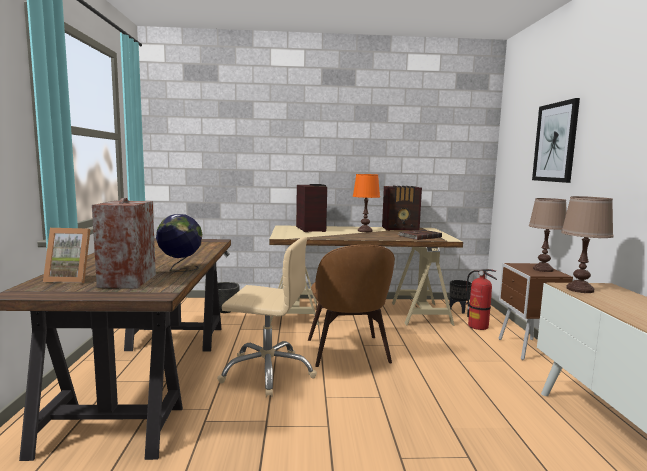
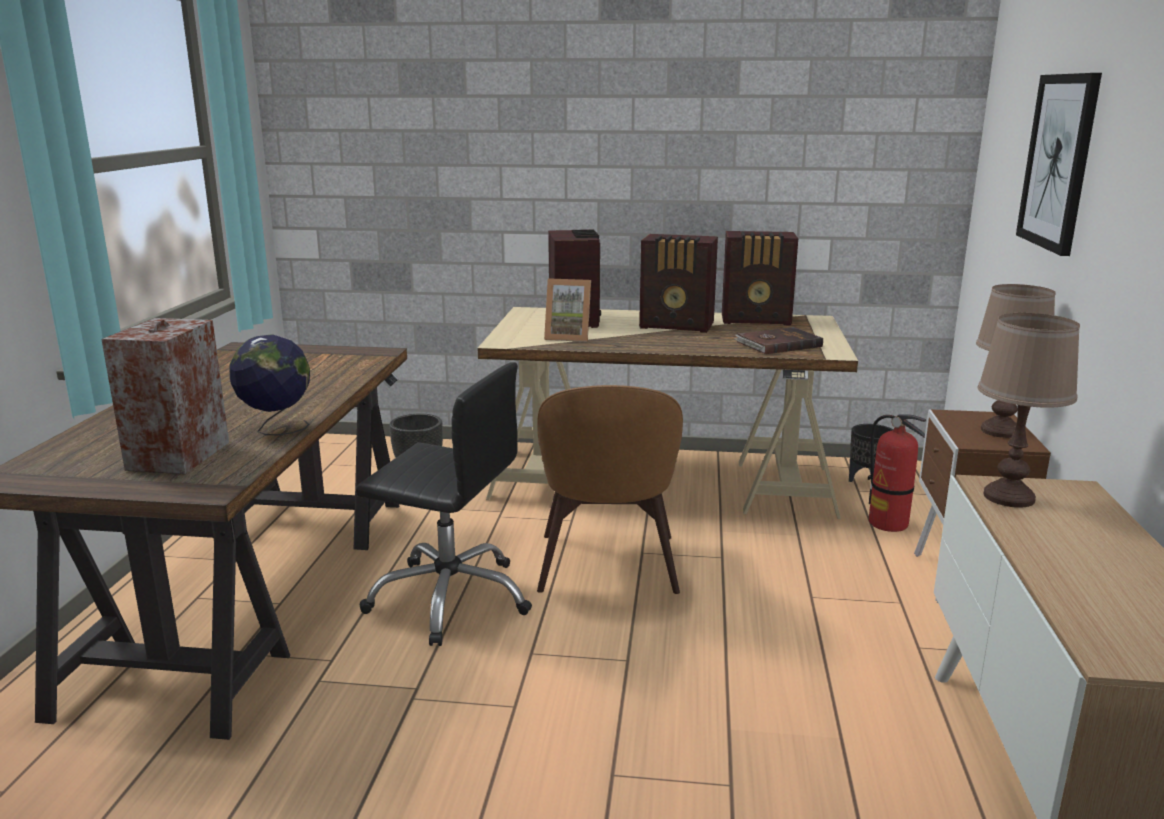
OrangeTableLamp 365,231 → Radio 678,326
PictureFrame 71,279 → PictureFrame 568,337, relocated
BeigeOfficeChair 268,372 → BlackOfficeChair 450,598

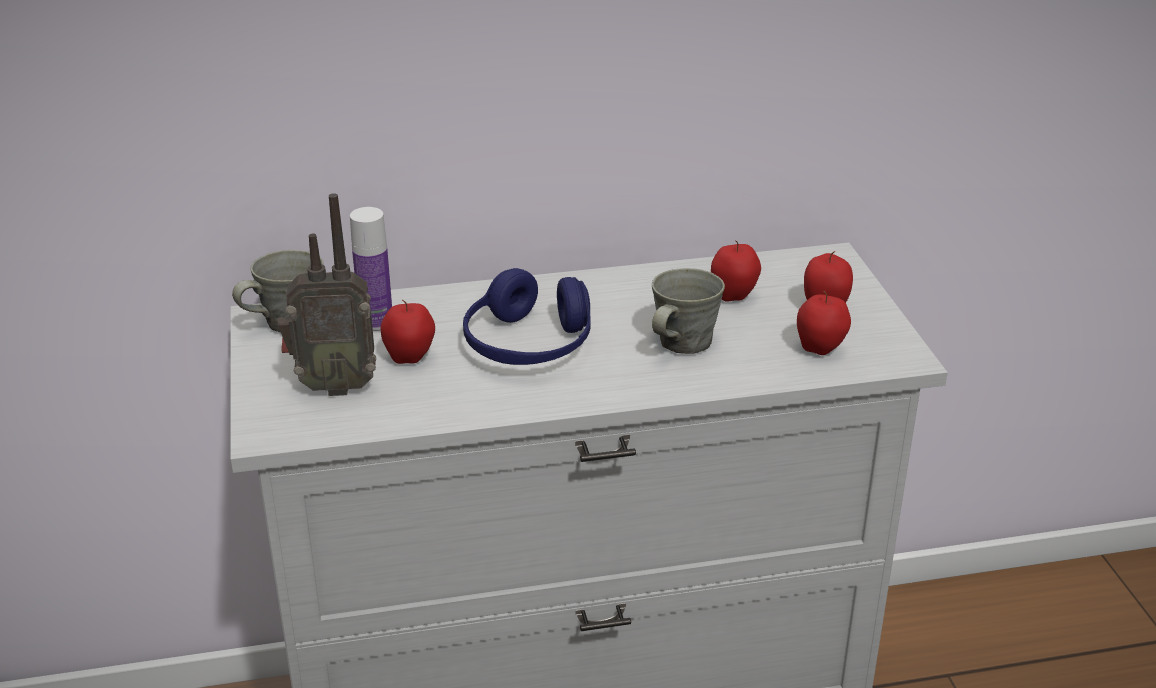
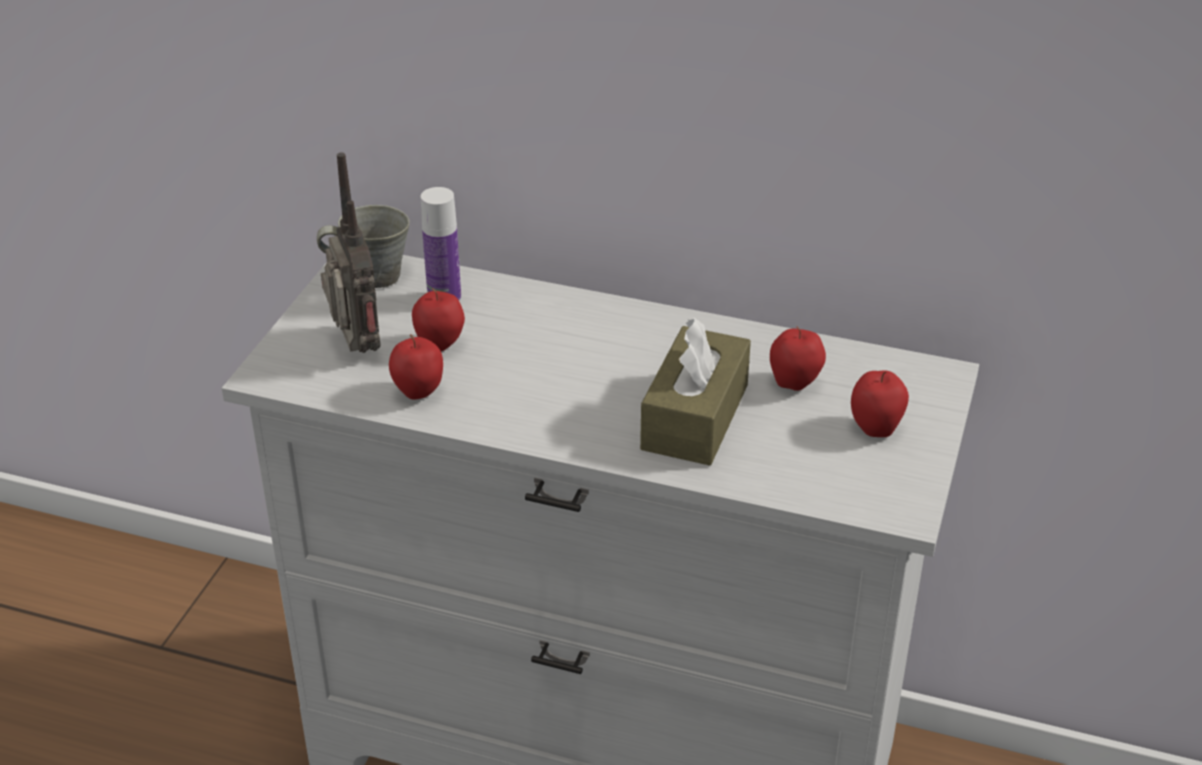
Radio 333,385 → Radio 356,349, 135 degrees counterclockwise
BlueHeadphones 529,345 → -
GreyMug 682,344 → BrownTissueBox 695,417
Apple 820,350 → Apple 418,394, relocated

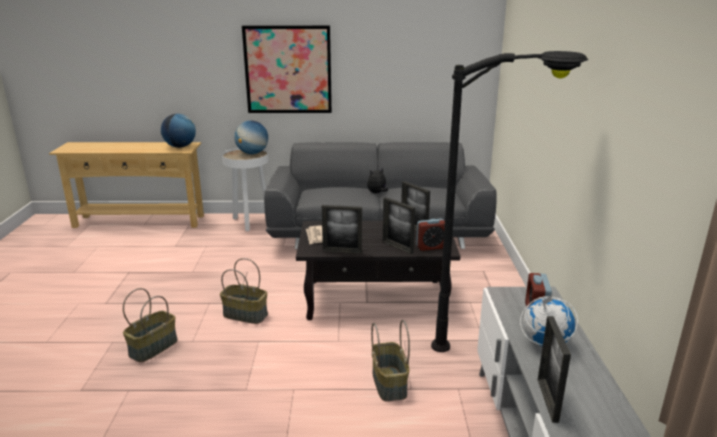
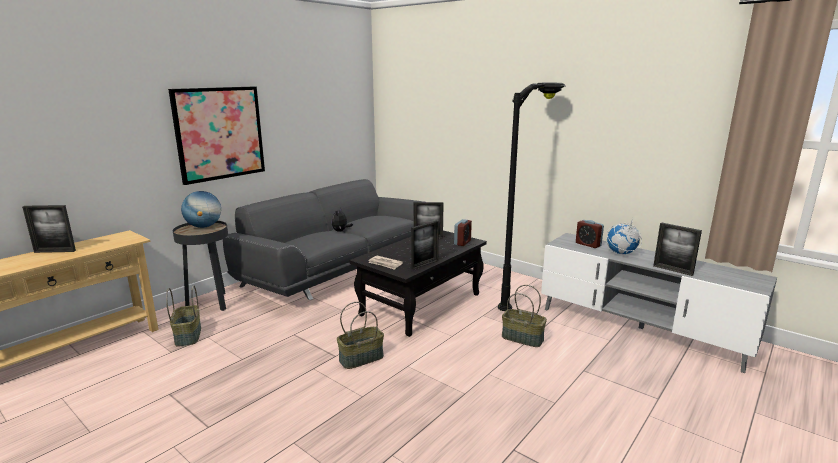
Globe 180,147 → -
WhiteSideTable 250,223 → BlackSideTable 211,303
PictureFrame 397,247 → PictureFrame 55,251, relocated
Basket 153,347 → Basket 187,336, relocated

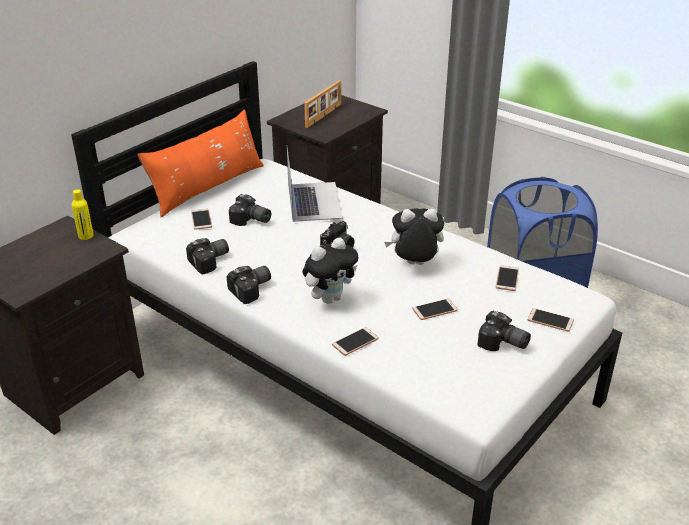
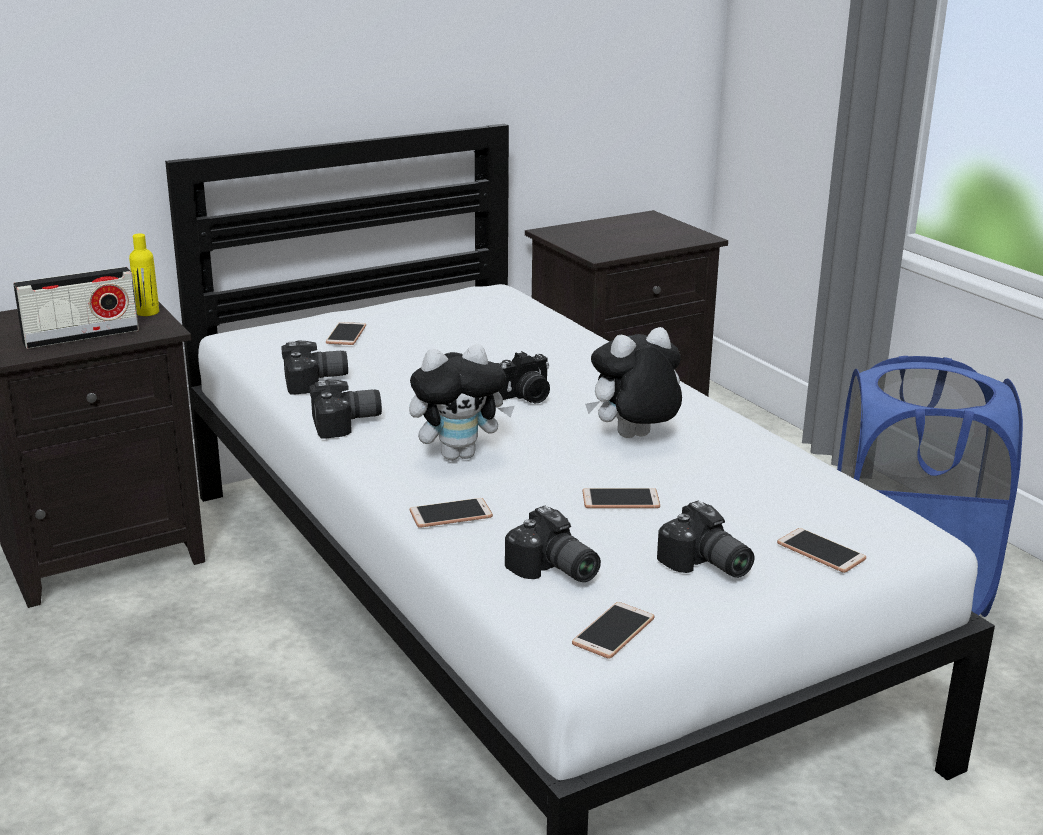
PictureFrame 324,116 → -
OrangePillow 208,188 → -
Laptop 314,201 → -
PhotoCamera 251,220 → PhotoCamera 553,571, relocated
PlushToy 414,265 → PlushToy 634,439, 45 degrees counterclockwise
Phone 507,279 → Phone 613,631, relocated
- → Radio 81,337

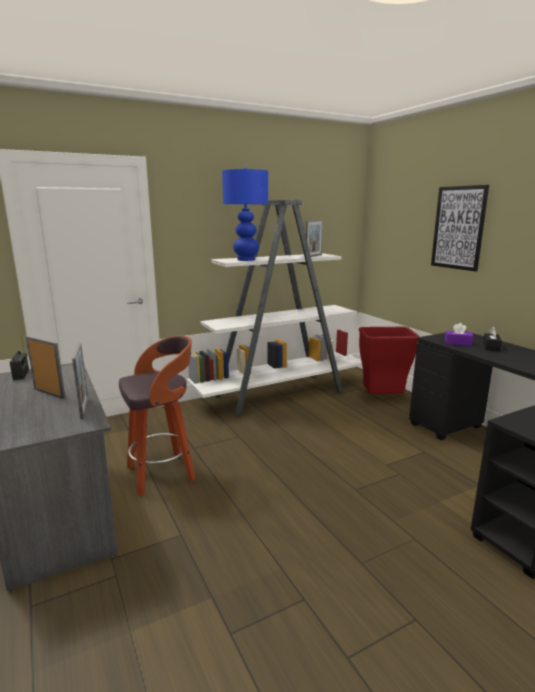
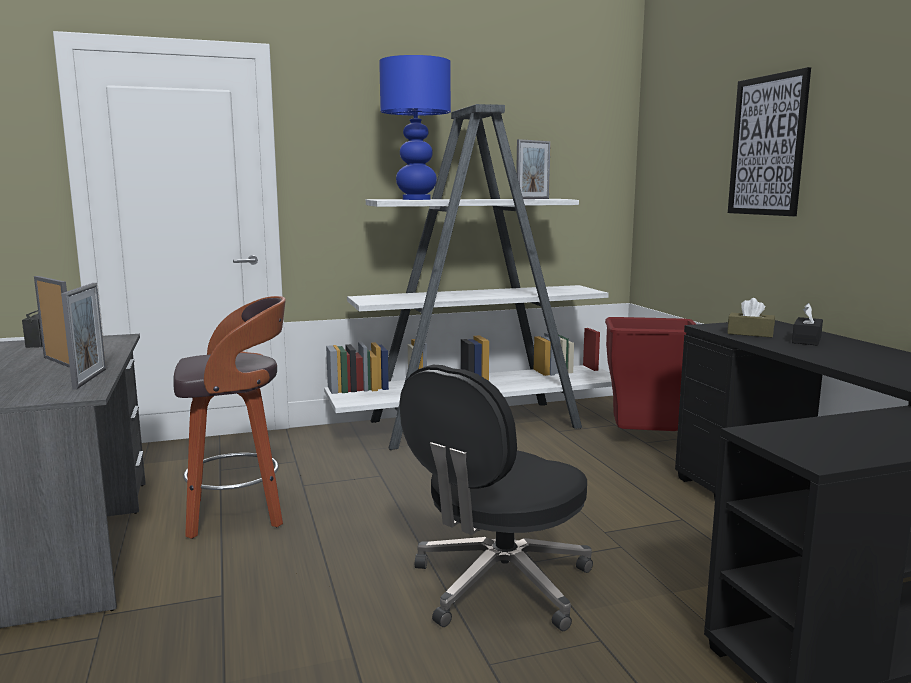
PurpleTissueBox 458,343 → BrownTissueBox 750,333
- → BlackOfficeChair 499,585

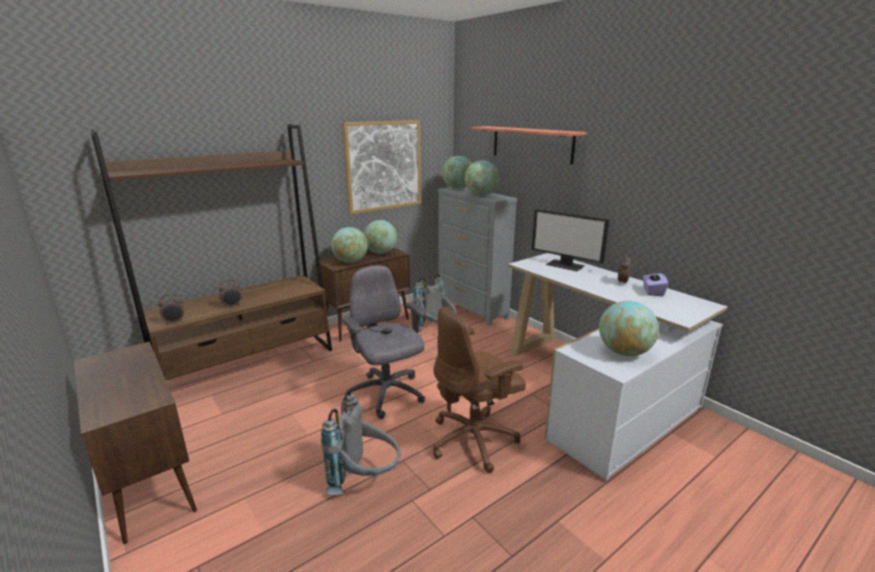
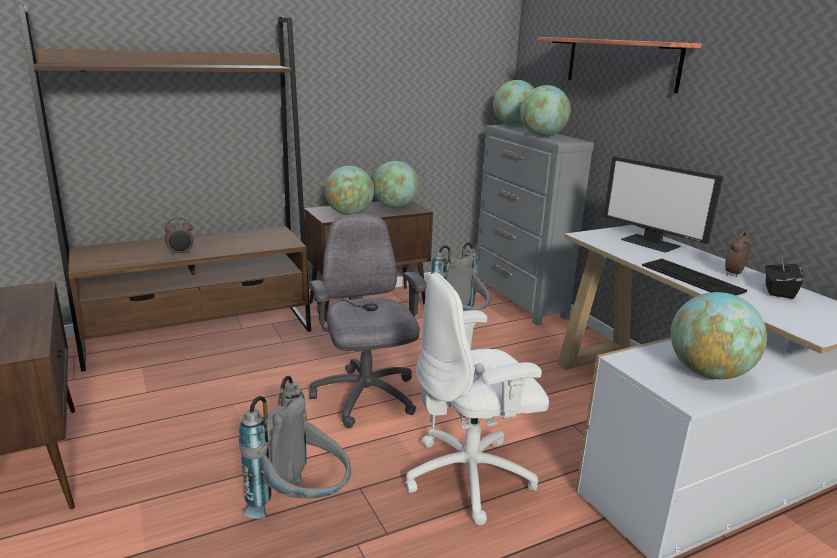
Picture 383,166 → -
PurpleTissueBox 652,291 → BlackTissueBox 778,291
AlarmClock 174,322 → -
BrownOfficeChair 474,440 → WhiteOfficeChair 471,476
- → Keyboard 693,278

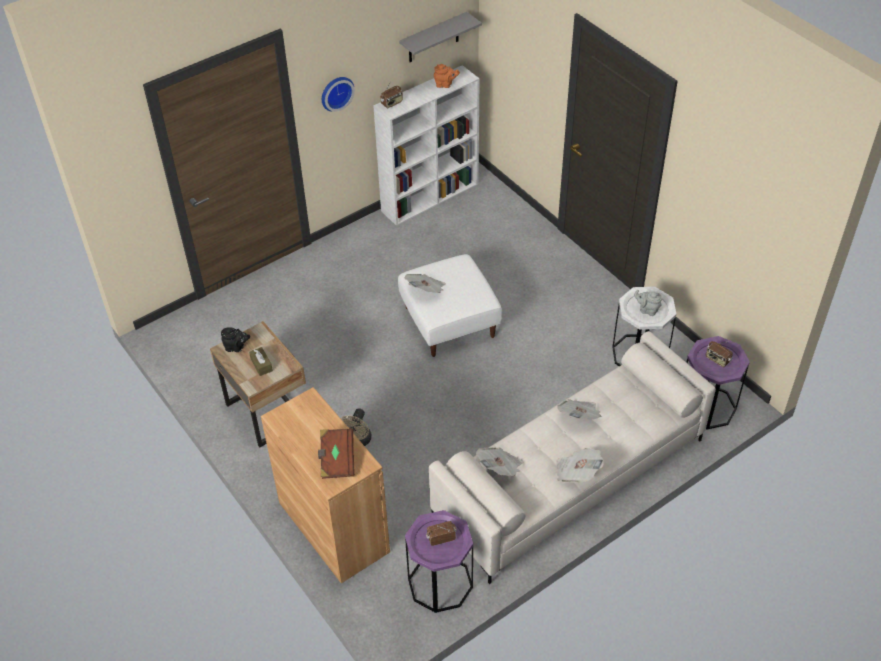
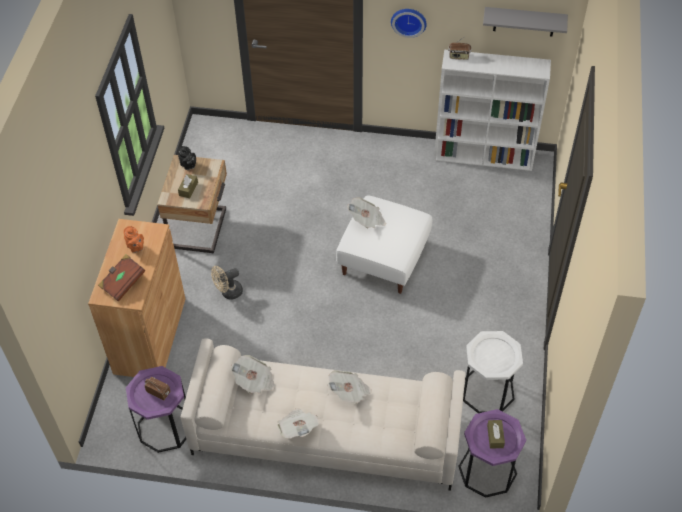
OrangeTeapot 445,85 → OrangeTeapot 136,247, relocated
GreyTeapot 647,310 → -
Radio 717,360 → BrownTissueBox 495,436

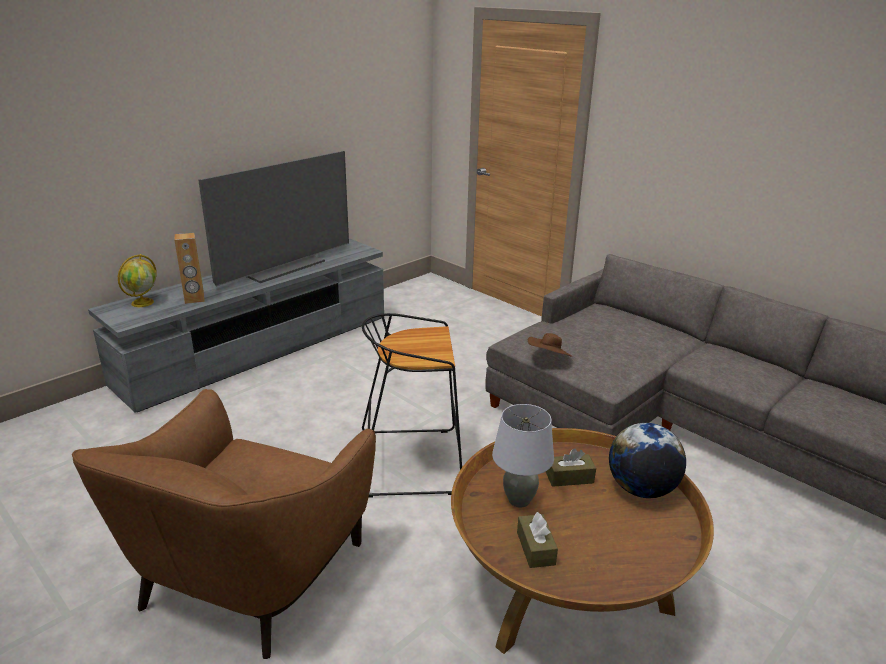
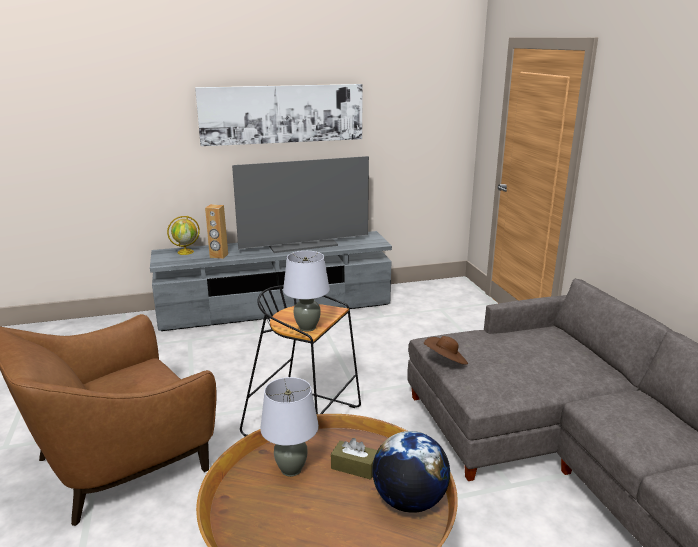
BrownTissueBox 535,548 → -
- → Picture 282,114
- → GreyTableLamp 307,327

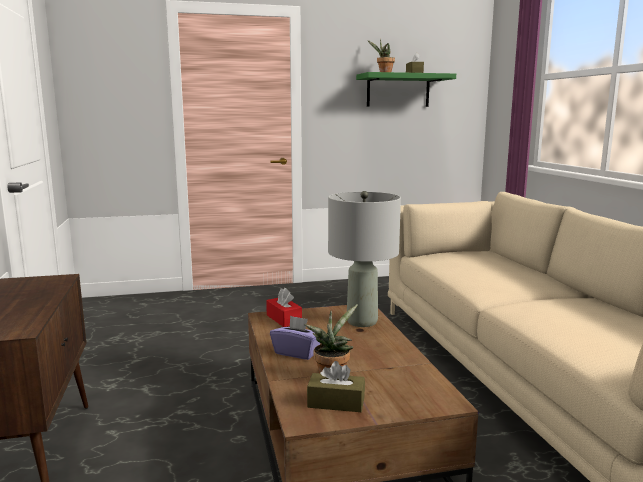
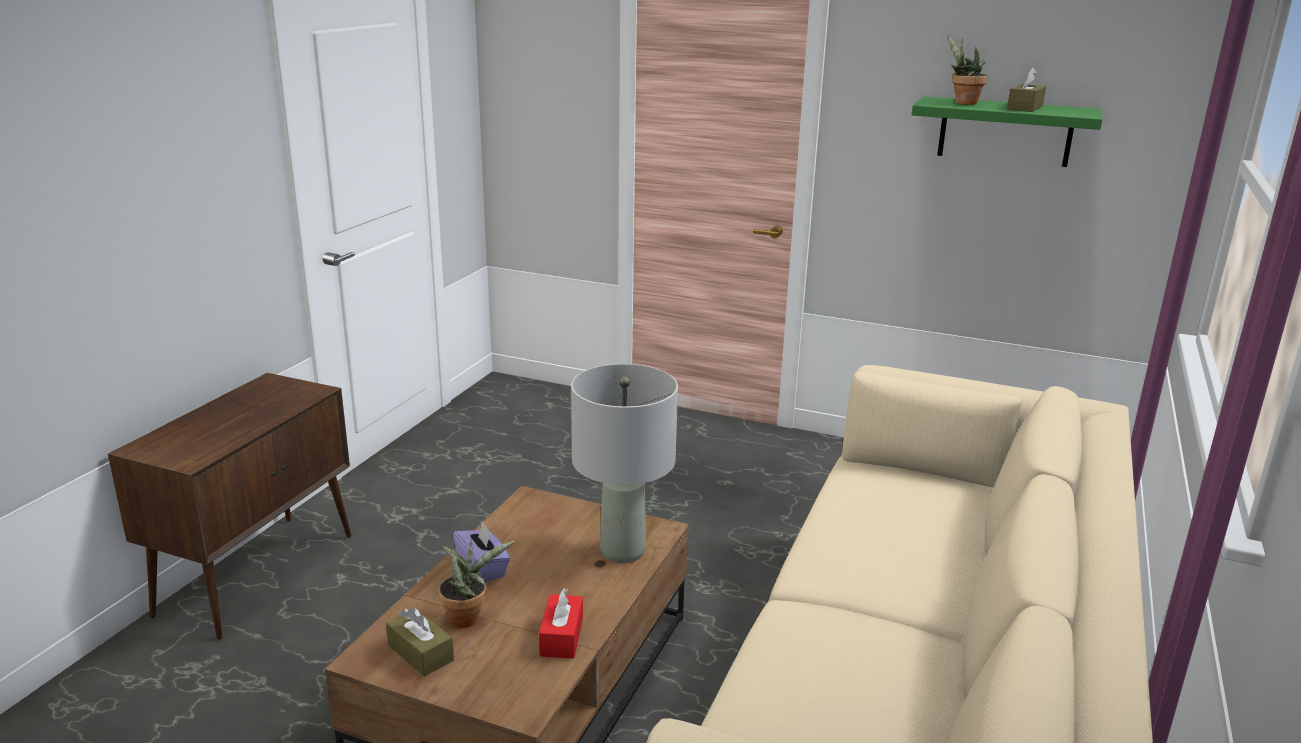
RedTissueBox 284,319 → RedTissueBox 561,637, relocated

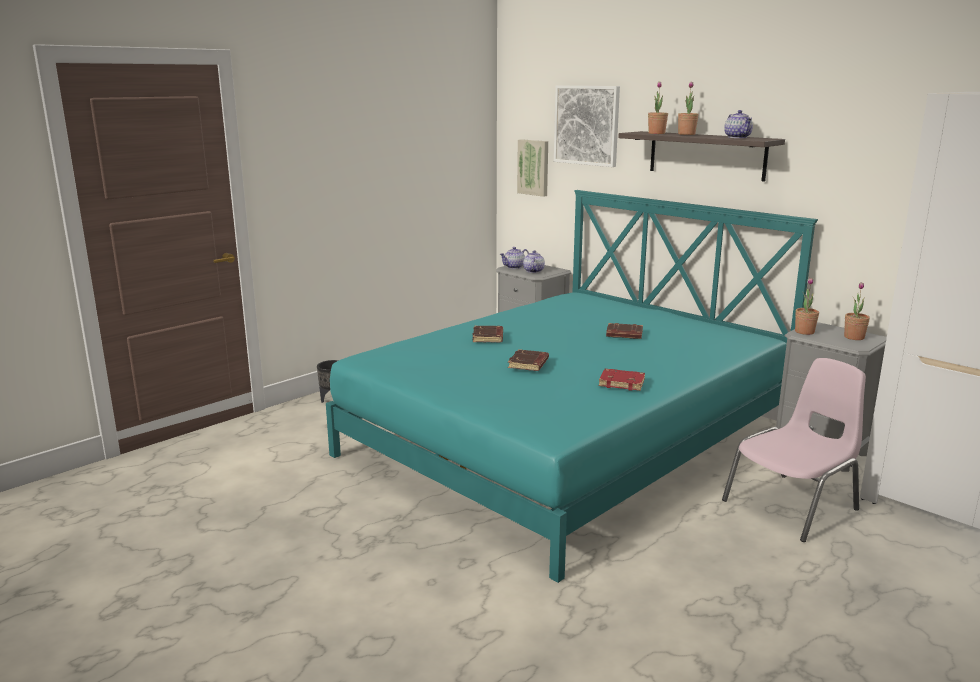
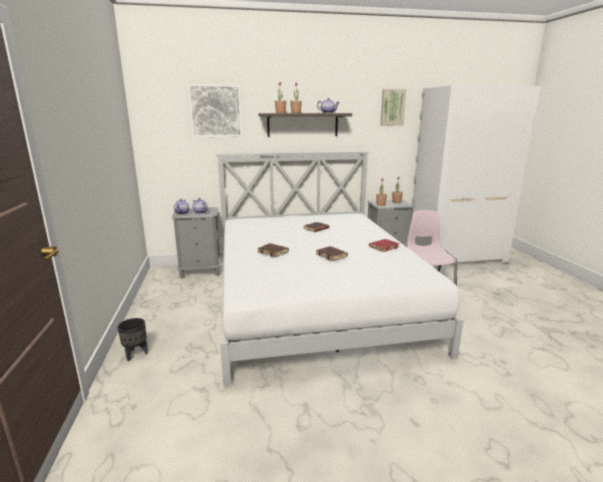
Picture 534,167 → Picture 392,107, relocated
TurquoiseBed 566,441 → WhiteBed 313,300

